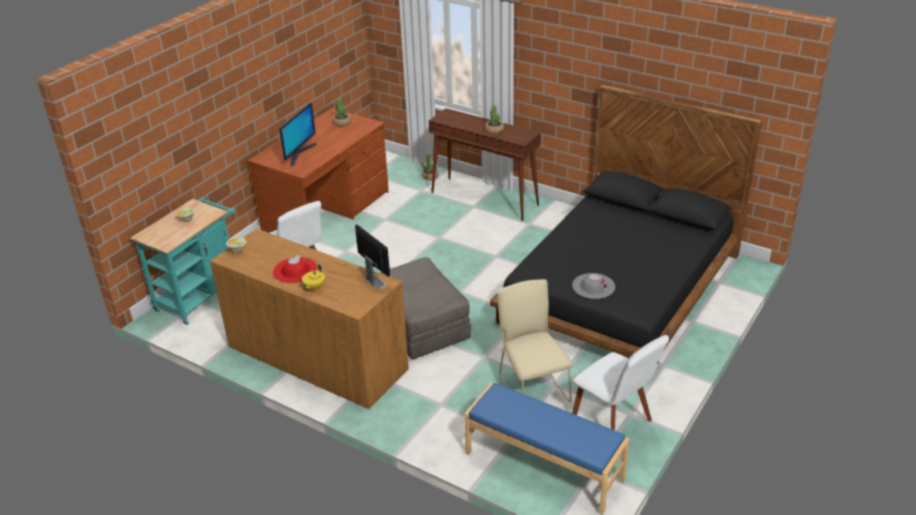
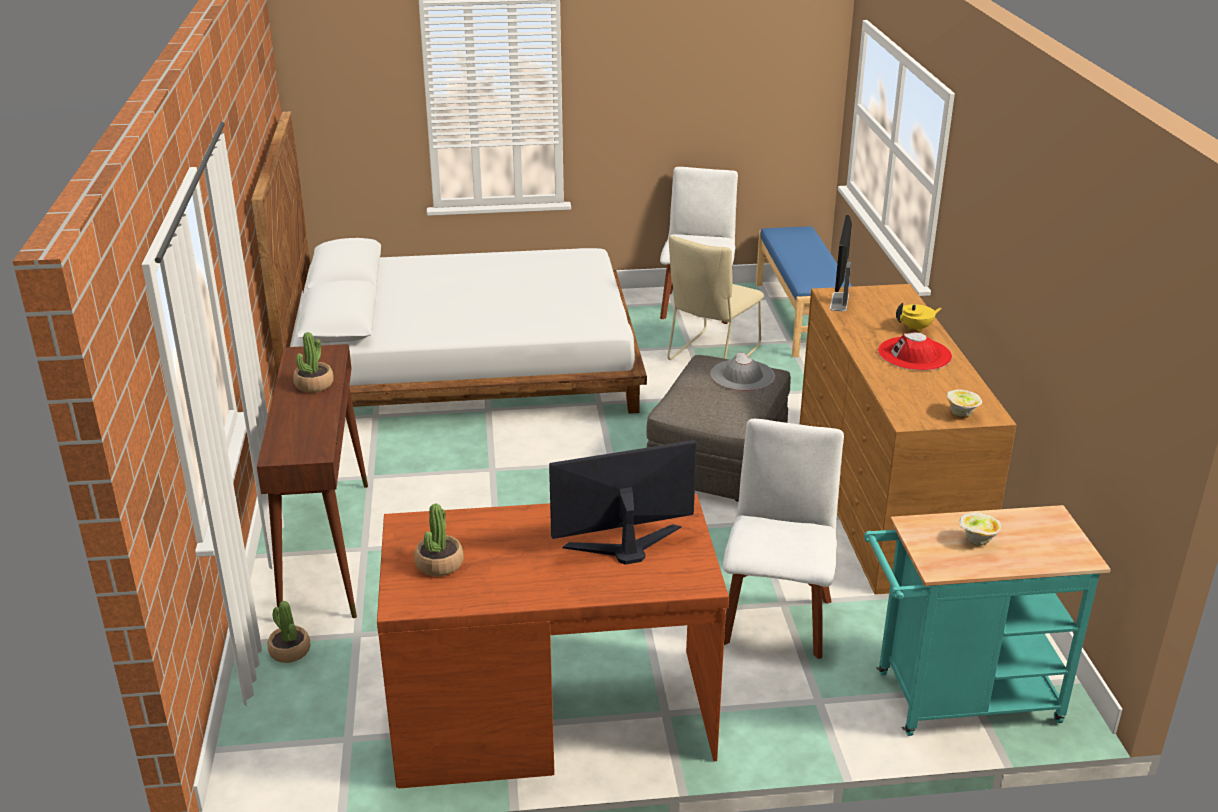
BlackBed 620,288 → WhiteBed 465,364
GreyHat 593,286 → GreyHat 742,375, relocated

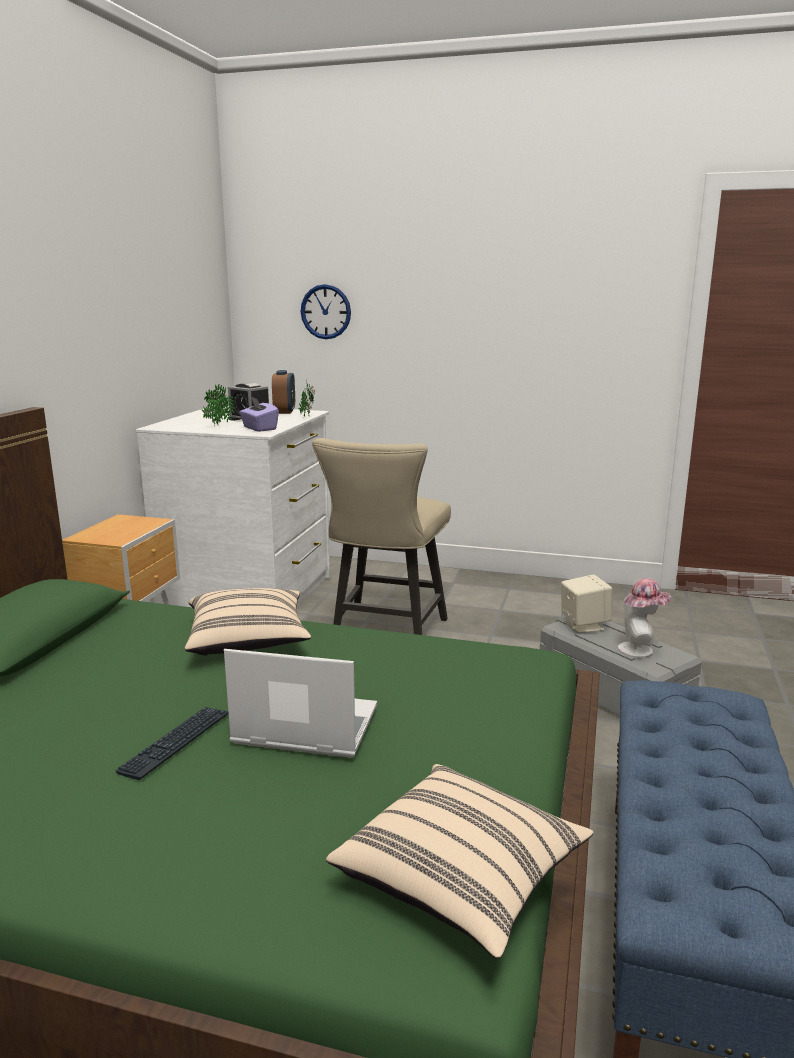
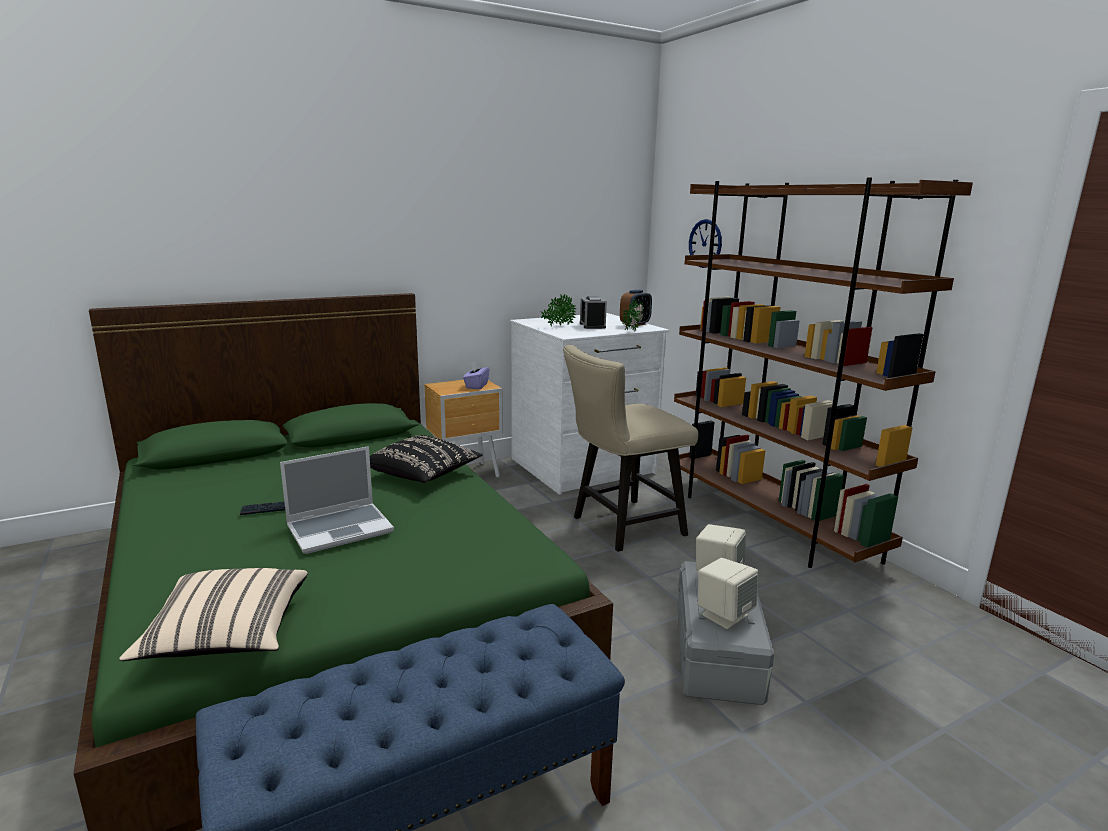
PurpleTissueBox 259,428 → PurpleTissueBox 476,386, relocated
Hat 640,649 → BeigeSpeaker 724,615
BeigePillow 248,641 → BlackPillow 423,475
Laptop 303,727 → Laptop 341,529, 90 degrees clockwise
- → BrownBookcase 768,522

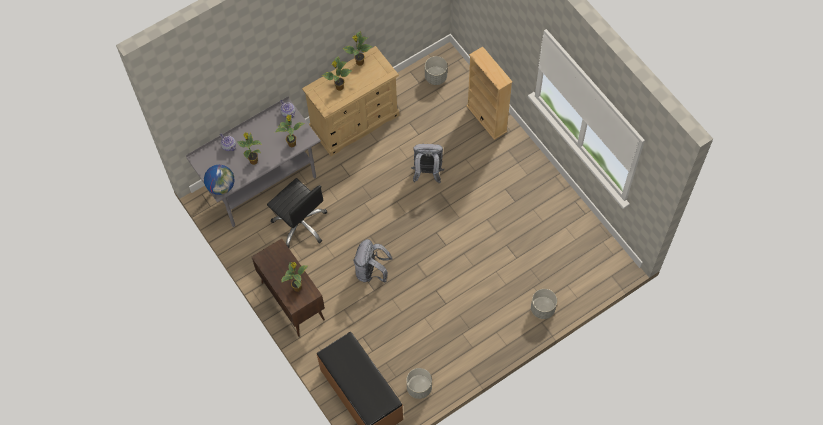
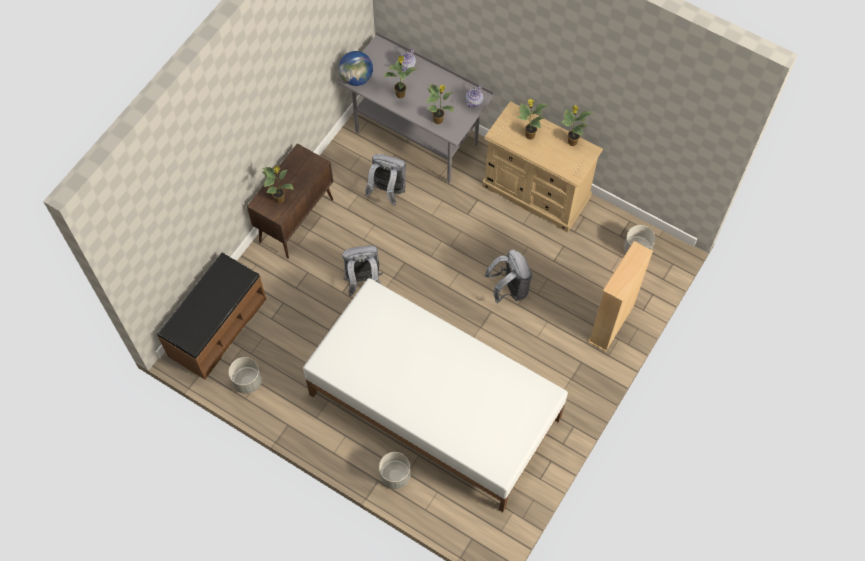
BlackOfficeChair 300,224 → GreyBackpack 387,191
- → WhiteBed 435,407

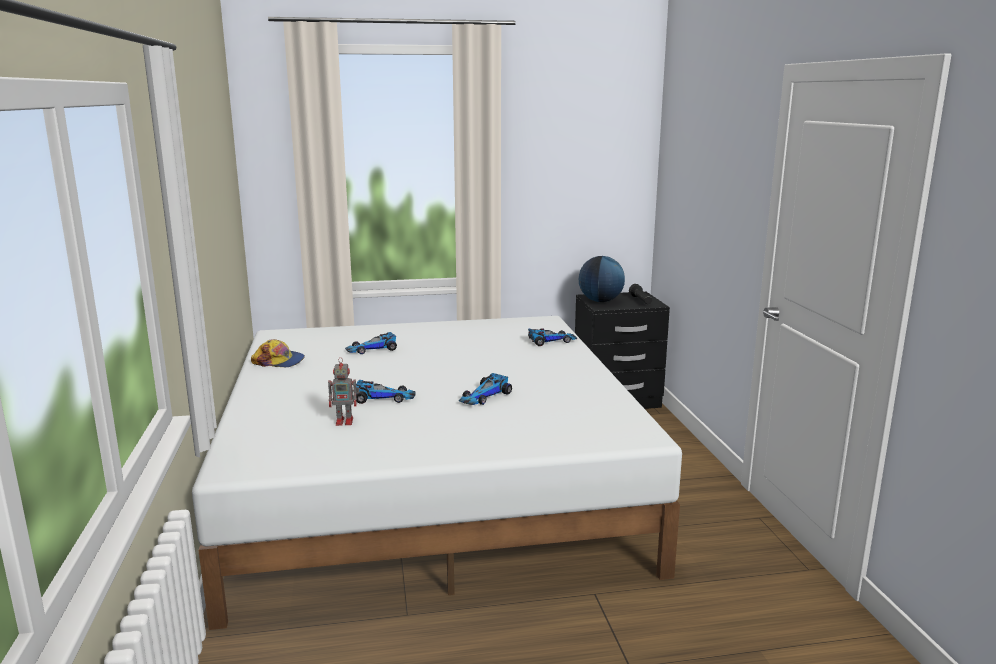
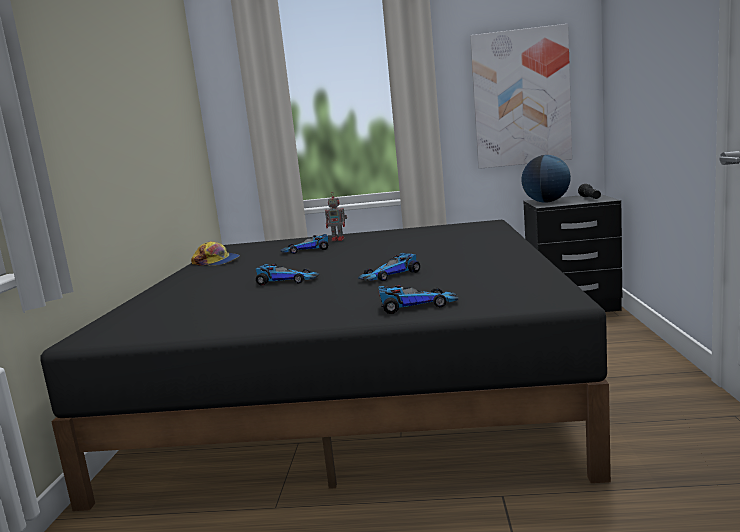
WhiteBed 431,484 → BlackBed 357,379
ToyCar 550,341 → ToyCar 415,305, relocated
ToyRobot 345,421 → ToyRobot 338,239, relocated
- → Picture 521,98

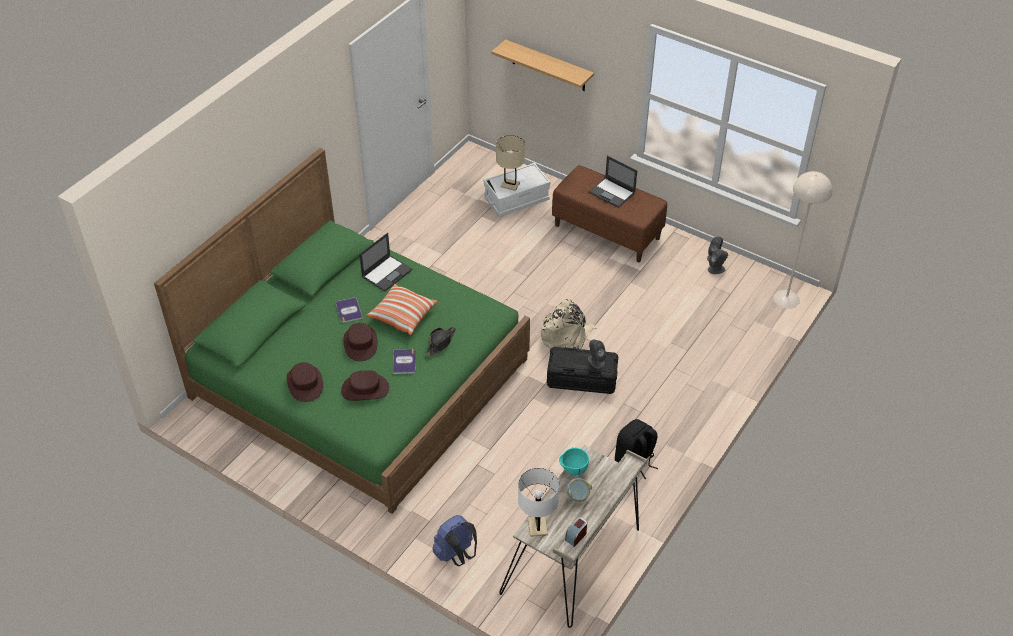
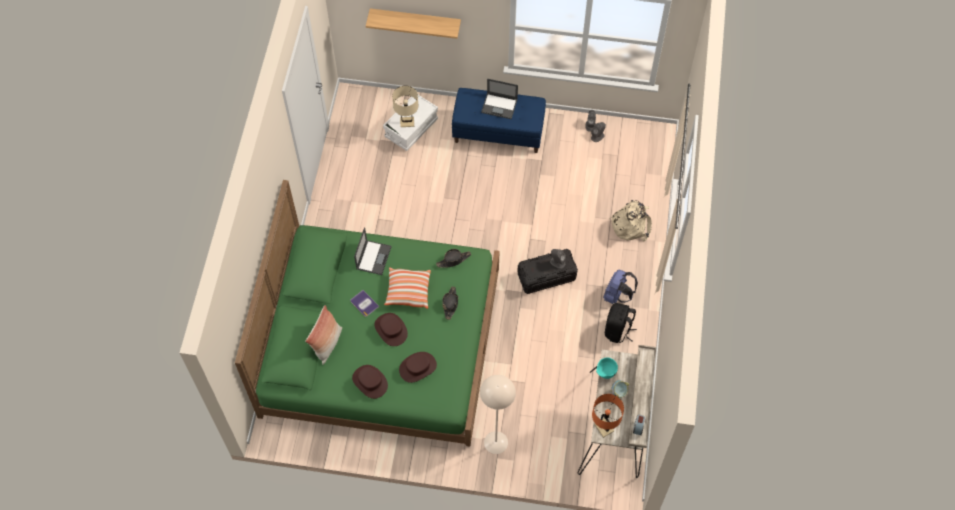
BrownBench 607,231 → BlueBench 498,132
BeigeFloorLamp 786,299 → BeigeFloorLamp 496,442, relocated
BeigeBackpack 566,337 → BeigeBackpack 631,224, relocated
Book 404,362 → -
WhiteTableLamp 537,526 → OrangeTableLamp 604,427
BlueBackpack 456,555 → BlueBackpack 617,295, relocated
- → BlackHat 453,260
- → Pillow 327,344

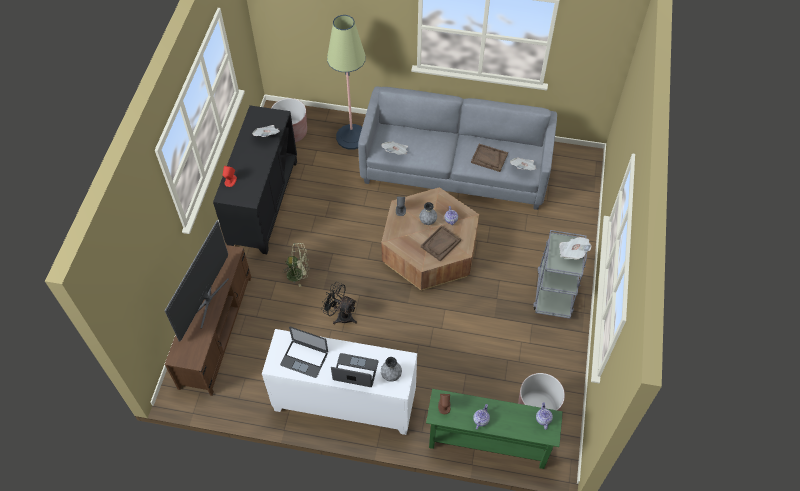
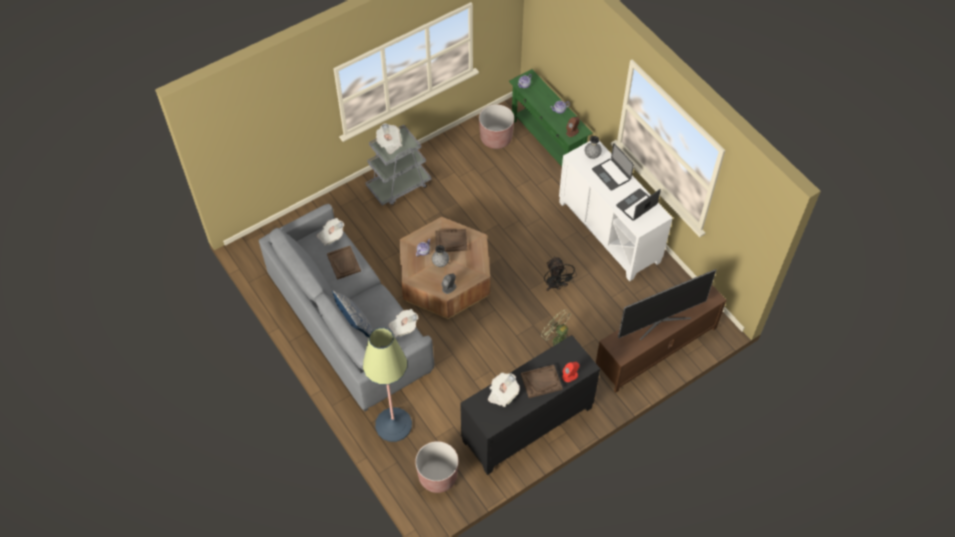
Laptop 304,358 → Laptop 636,205, 105 degrees counterclockwise
- → Pillow 356,326
- → BrownTray 541,381

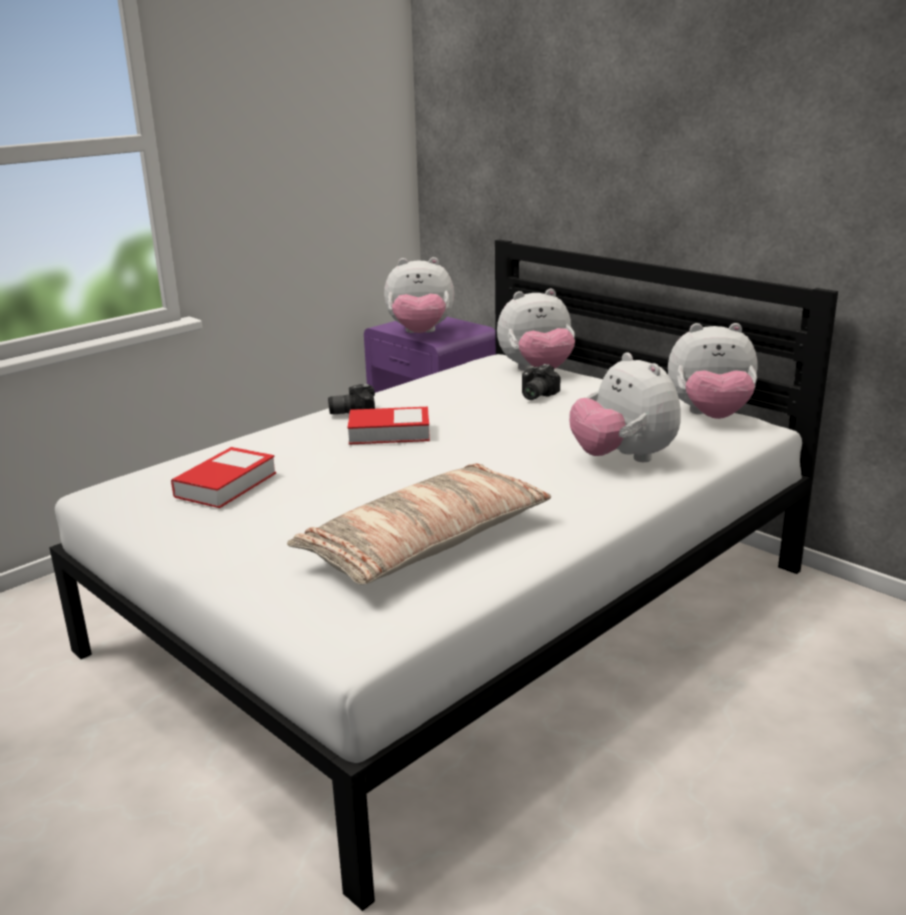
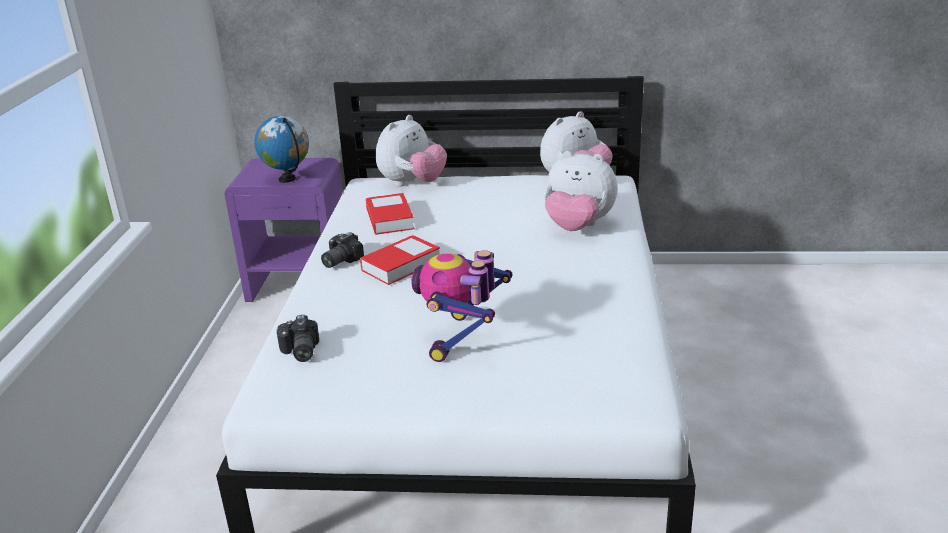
PlushToy 420,334 → Globe 287,179
PhotoCamera 534,395 → PhotoCamera 299,352, relocated
Book 226,485 → Book 390,219, relocated
Pillow 427,544 → -
- → ToyRobot 462,339

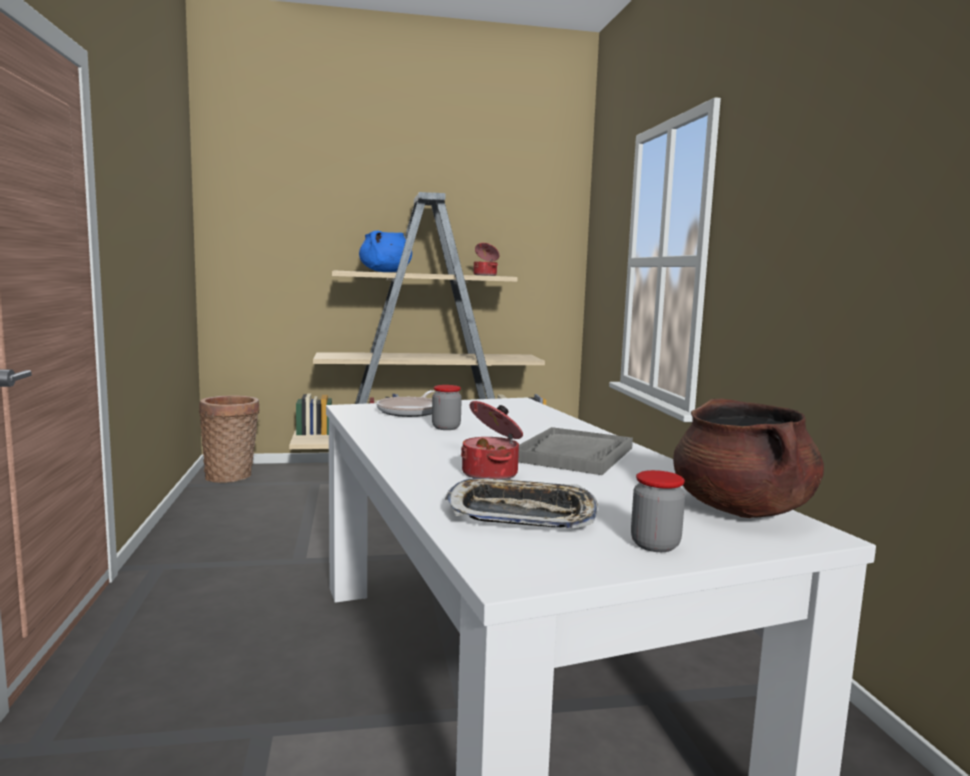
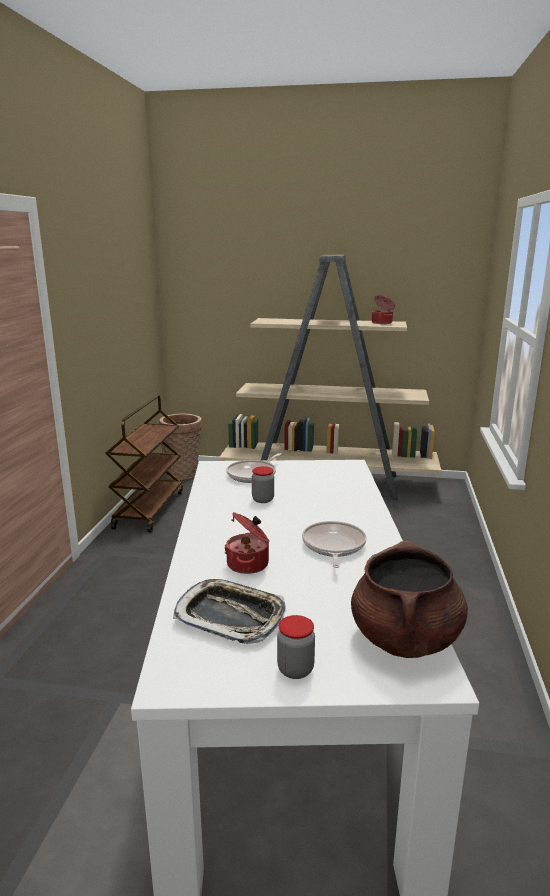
BlueCookingPot 385,272 → -
GreyTray 574,454 → FryingPan 333,546
- → BrownCart 149,509

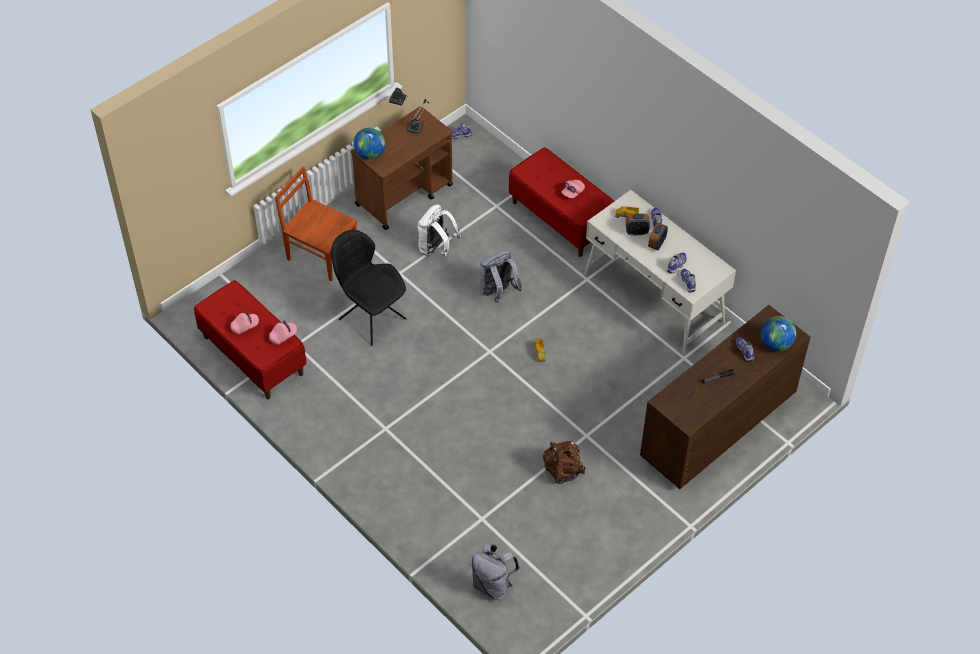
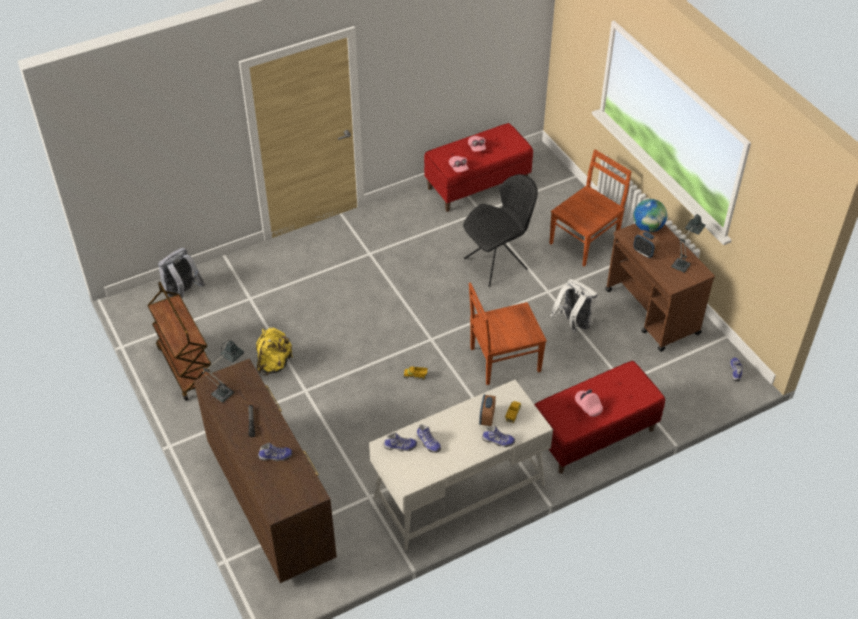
AlarmClock 657,244 → AlarmClock 644,252, relocated
GreyBackpack 498,292 → BrownChair 503,360
Globe 775,344 → -
BrownBackpack 562,470 → YellowBackpack 274,364
- → BrownCart 186,367
- → TableLamp 226,391

